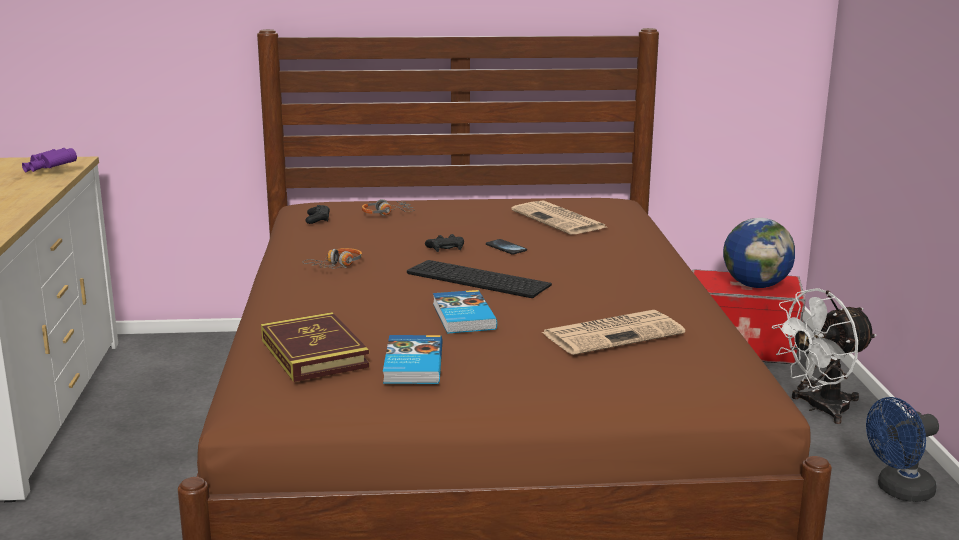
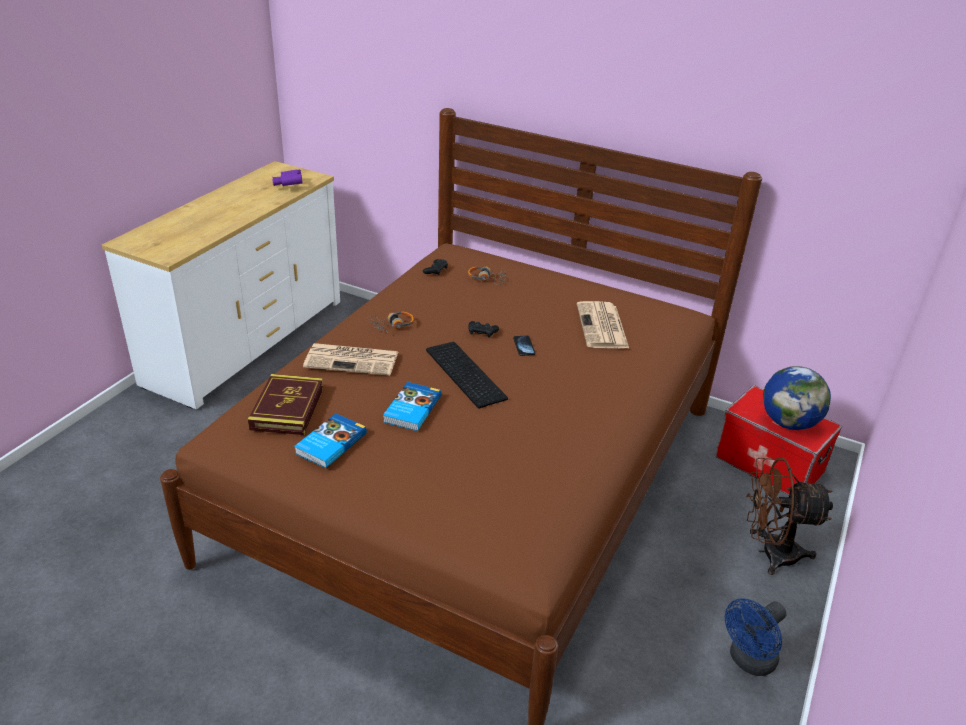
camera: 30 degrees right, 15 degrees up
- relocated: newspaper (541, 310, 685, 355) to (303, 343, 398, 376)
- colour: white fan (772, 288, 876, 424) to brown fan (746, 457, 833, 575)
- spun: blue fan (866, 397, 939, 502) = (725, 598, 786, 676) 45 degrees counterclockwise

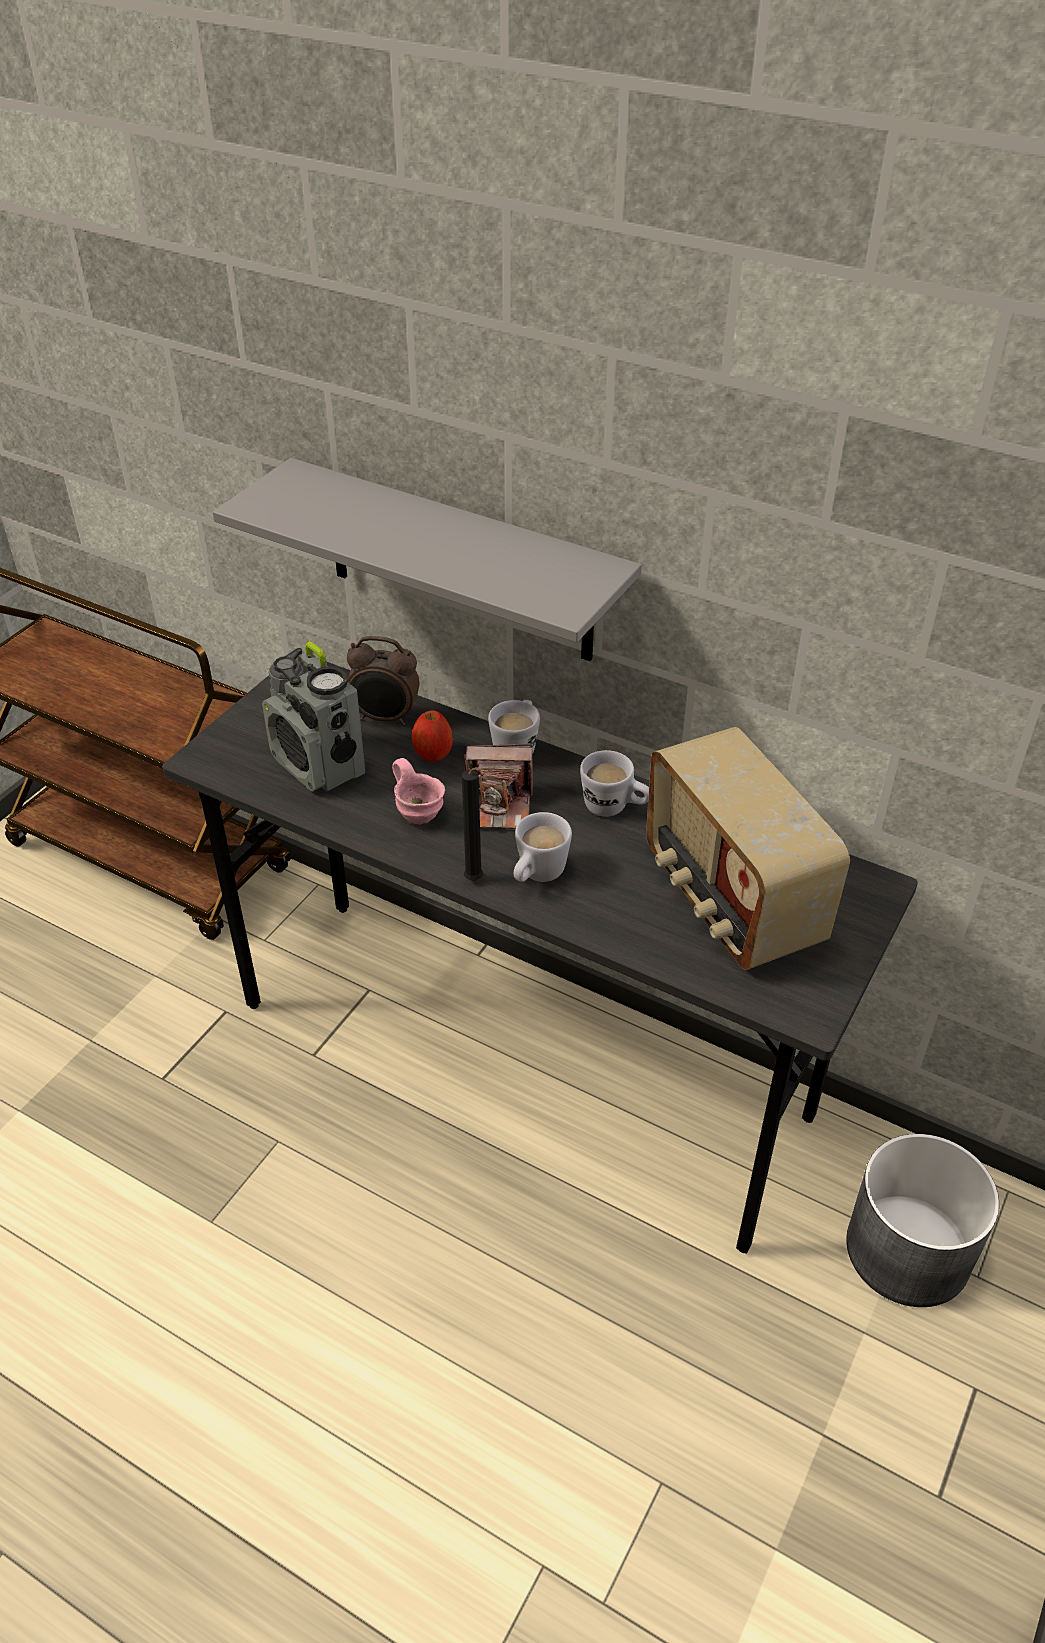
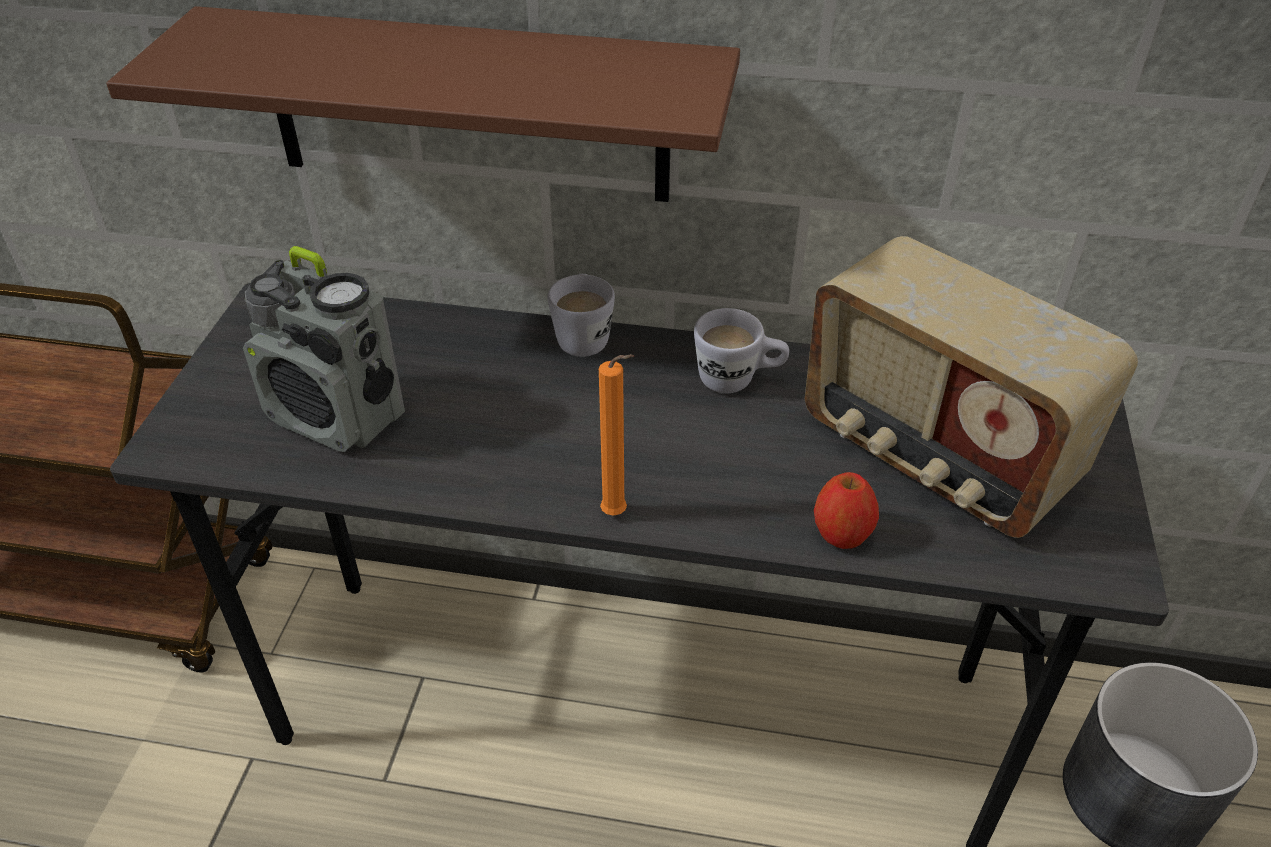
camera: 20 degrees left, 0 degrees up
- colour: grey shelf (213, 458, 642, 661) to brown shelf (106, 6, 740, 202)
- missing: alarm clock (347, 636, 419, 726)
- missing: pink mug (392, 758, 445, 825)
- relocated: apple (412, 710, 453, 762) to (814, 472, 879, 549)
- colour: black candle (462, 767, 483, 880) to orange candle (599, 354, 634, 516)
- missing: photo camera (464, 744, 533, 829)
- missing: white mug (514, 812, 572, 882)

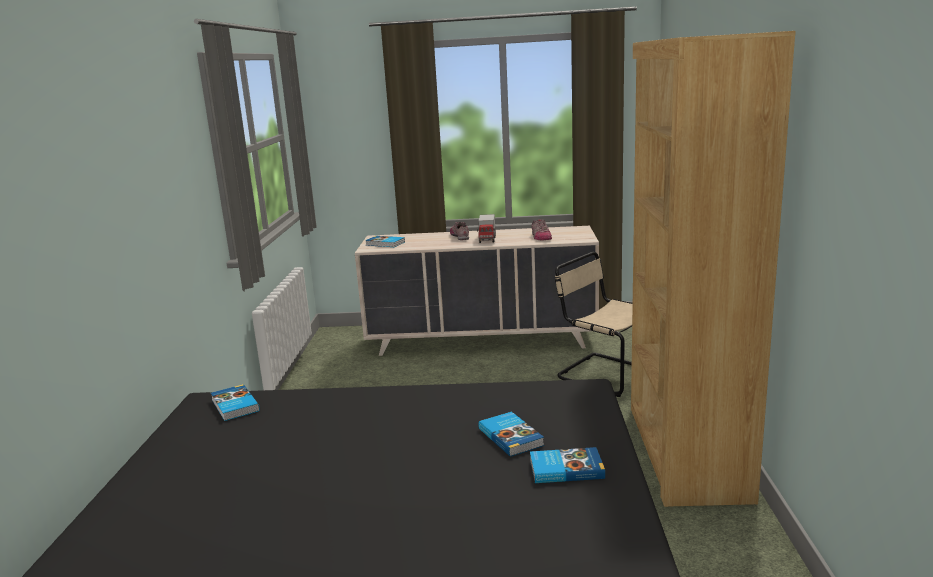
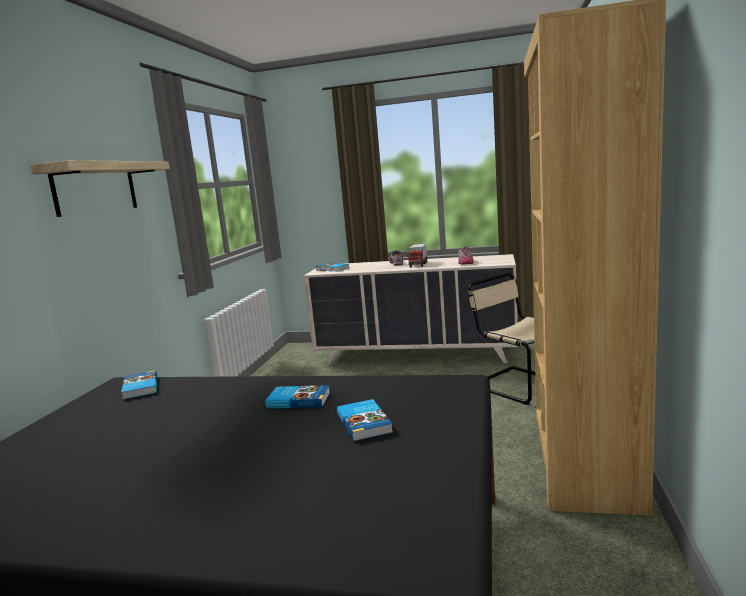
camera: 10 degrees right, 5 degrees down
- relocated: book (530, 447, 605, 483) to (265, 385, 330, 409)
- appeared: shelf (30, 160, 170, 217)

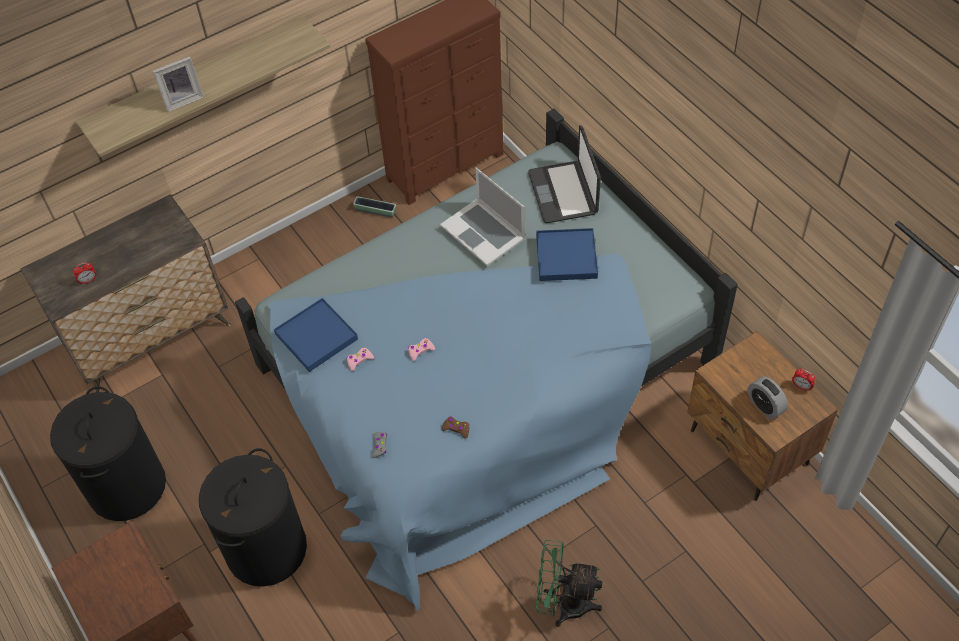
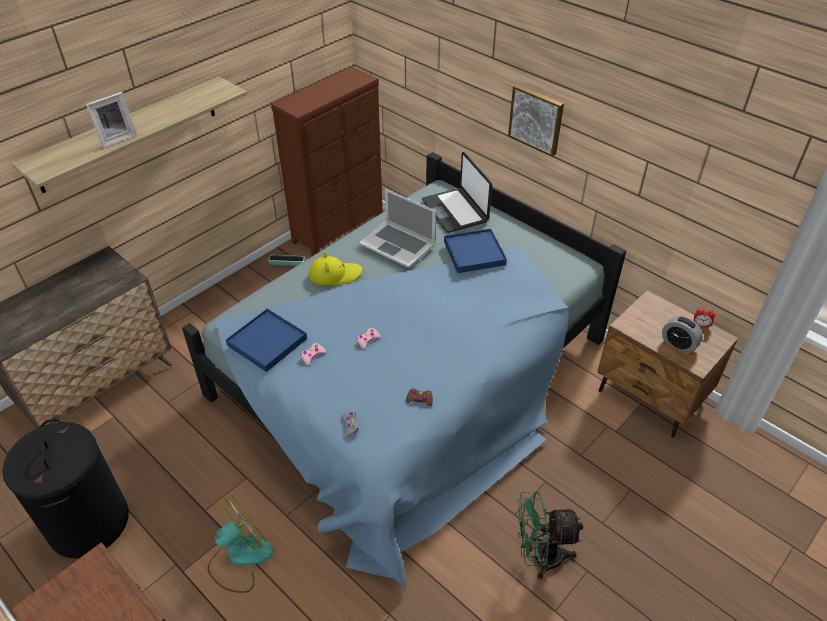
camera: 15 degrees left, 10 degrees down
- missing: alarm clock (73, 263, 96, 285)
- exchanged: black laundry basket (199, 448, 307, 587) to fan (207, 495, 274, 593)
- appeared: yellow hat (309, 252, 362, 285)
- appeared: picture (508, 84, 564, 157)

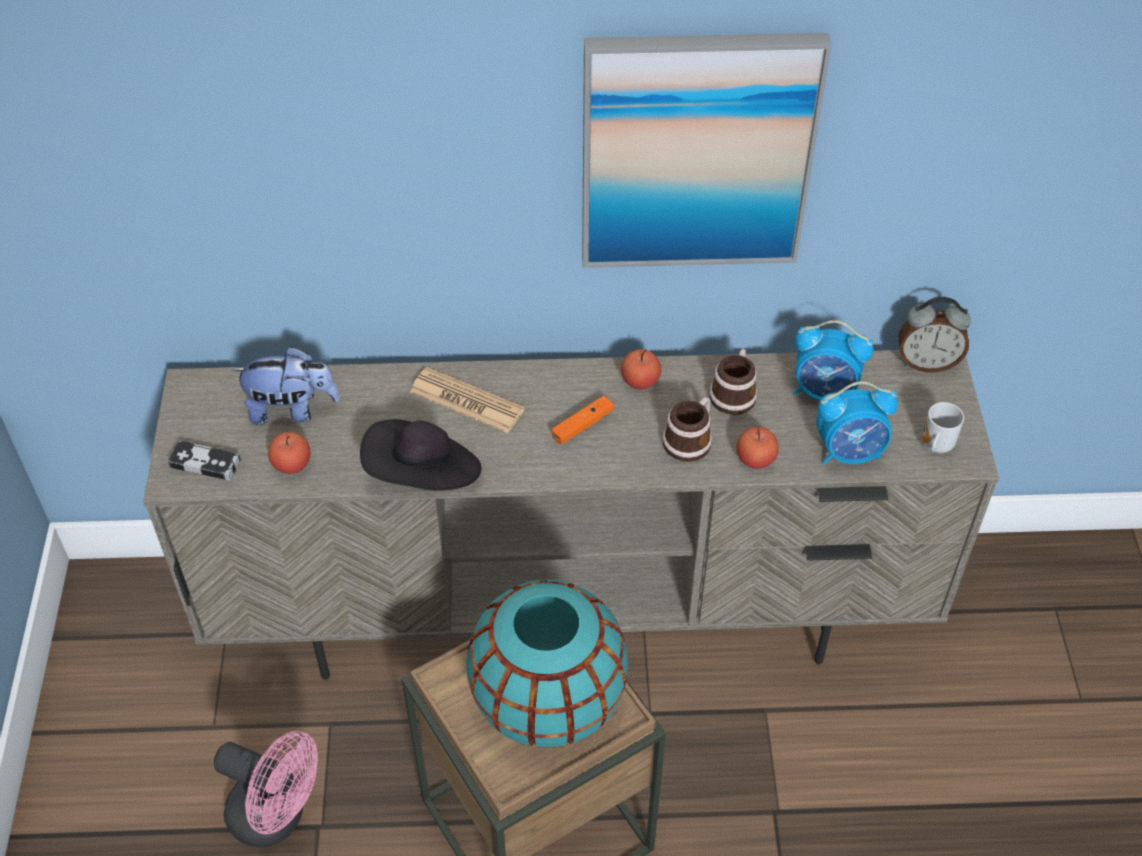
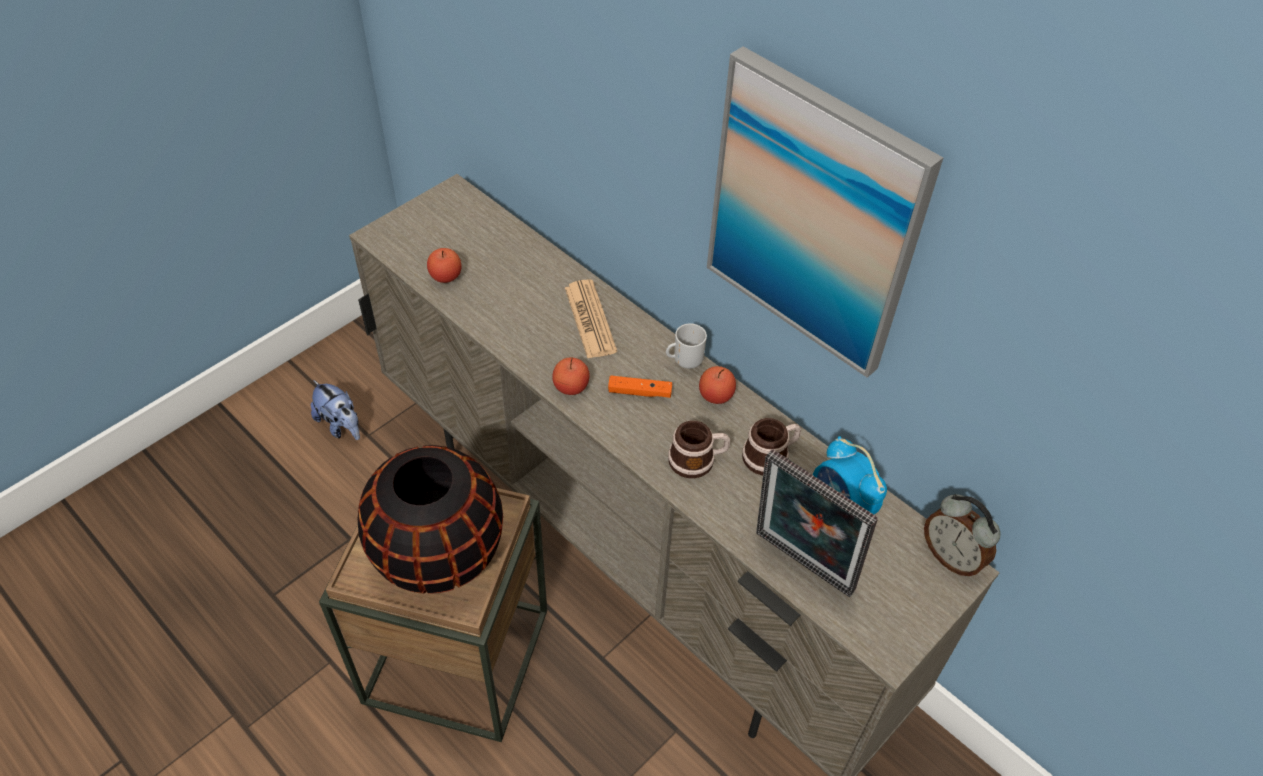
camera: 45 degrees right, 0 degrees up
- missing: game controller (168, 440, 241, 480)
- missing: pink fan (214, 731, 318, 848)
- relocated: plush toy (232, 347, 340, 425) to (311, 380, 360, 440)
- missing: black hat (360, 419, 481, 491)
- colour: turquoise vase (466, 580, 628, 748) to black vase (358, 445, 503, 594)
- relocated: apple (737, 427, 779, 469) to (552, 357, 590, 395)
- exchanged: alarm clock (817, 381, 898, 465) to picture frame (756, 449, 878, 597)
- relocated: mug (922, 402, 964, 453) to (666, 323, 707, 369)

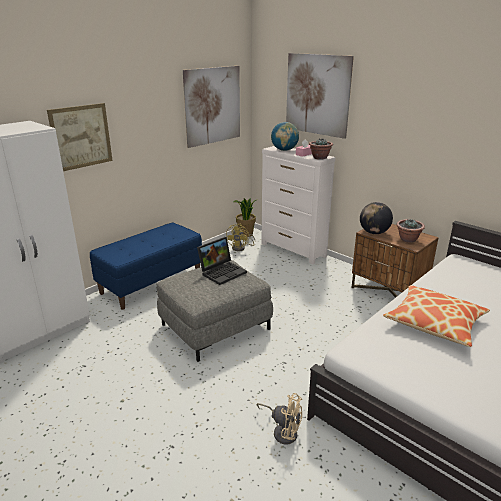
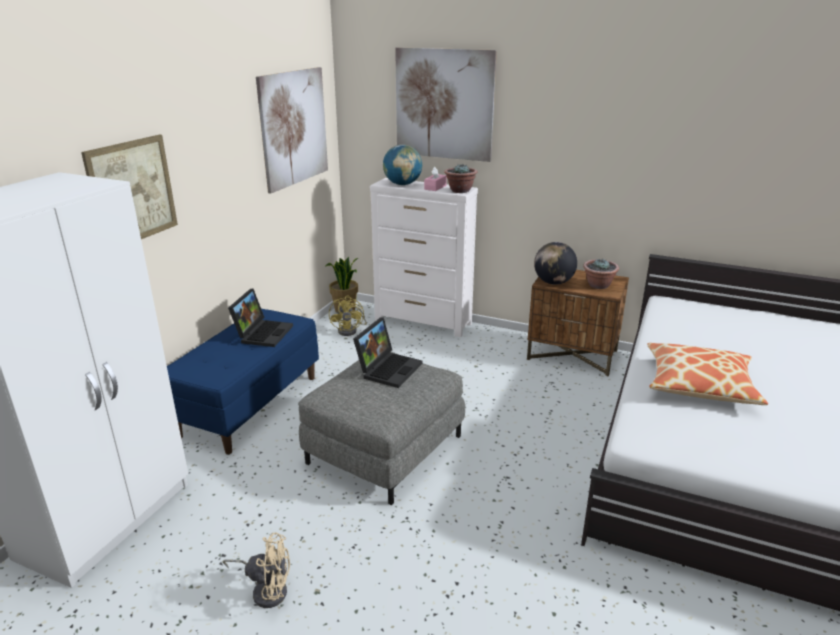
camera: 20 degrees left, 0 degrees up
- relocated: beige fan (257, 393, 302, 445) to (223, 532, 290, 608)
- appeared: laptop (228, 289, 293, 347)

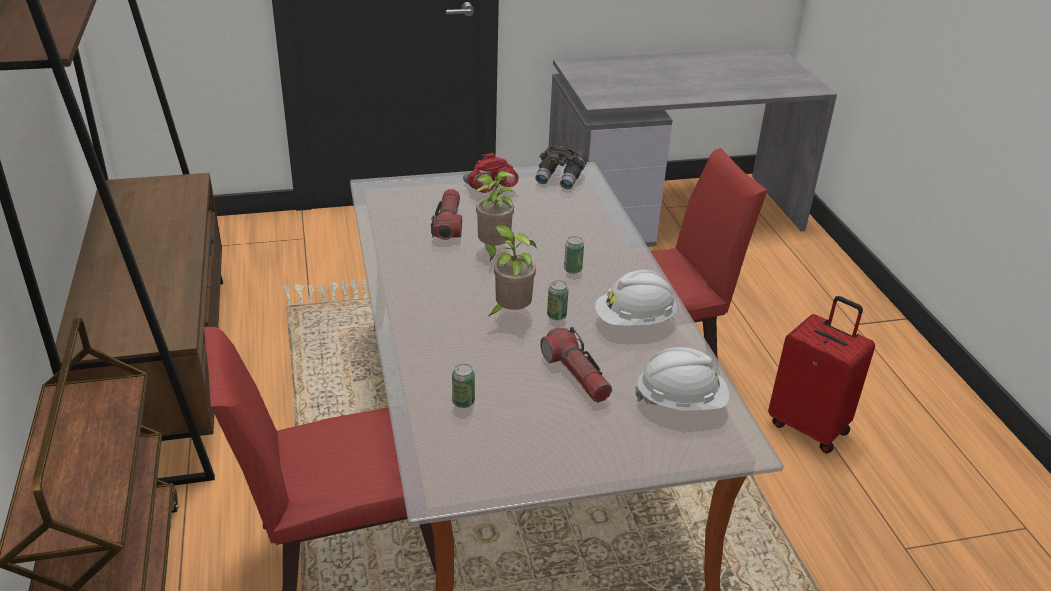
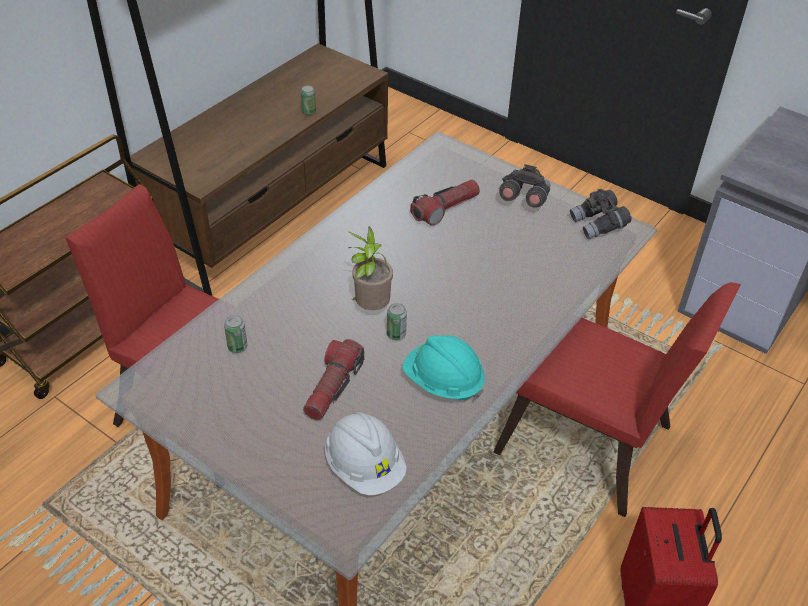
camera: 50 degrees right, 10 degrees up
- colour: red binoculars (463, 153, 519, 193) to grey binoculars (499, 164, 550, 208)
- missing: potted plant (474, 171, 514, 261)
- relocated: can (564, 236, 584, 274) to (301, 85, 316, 115)
- colour: white hard hat (595, 270, 677, 326) to turquoise hard hat (402, 335, 485, 401)

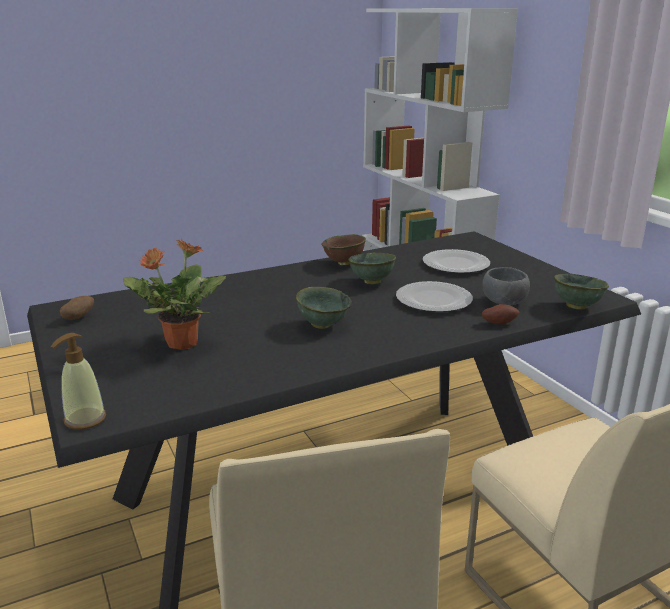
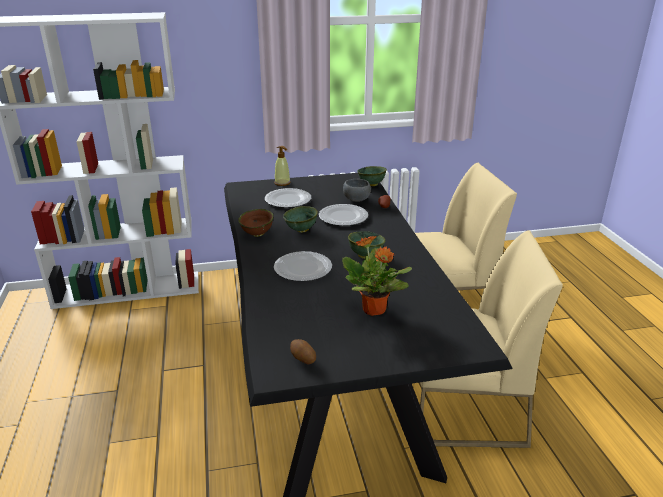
camera: 75 degrees left, 5 degrees up
- relocated: soap dispenser (51, 333, 106, 430) to (274, 146, 291, 186)
- appeared: plate (274, 251, 332, 281)

